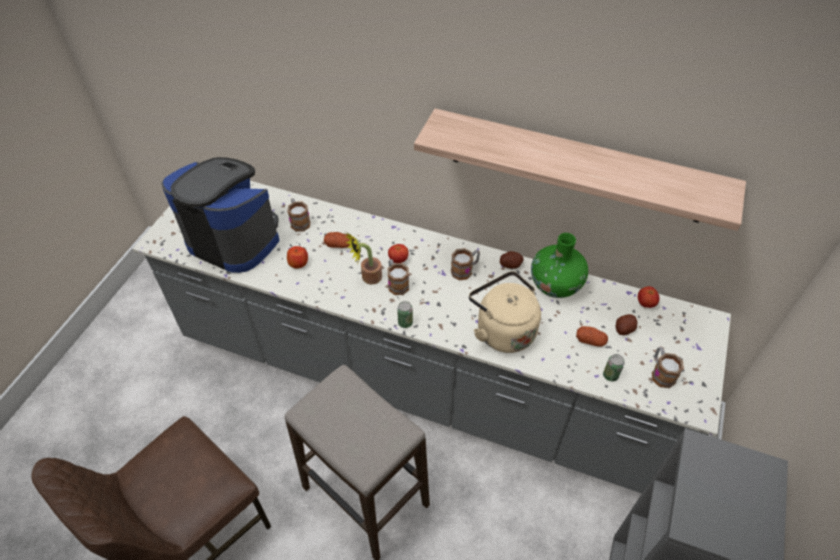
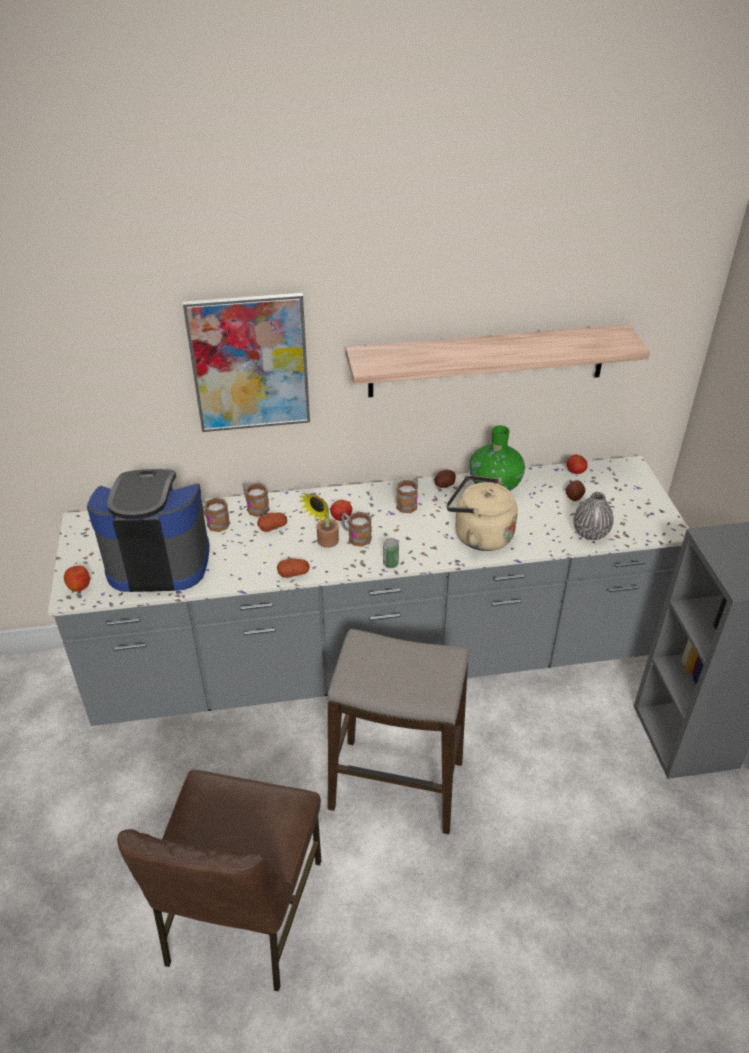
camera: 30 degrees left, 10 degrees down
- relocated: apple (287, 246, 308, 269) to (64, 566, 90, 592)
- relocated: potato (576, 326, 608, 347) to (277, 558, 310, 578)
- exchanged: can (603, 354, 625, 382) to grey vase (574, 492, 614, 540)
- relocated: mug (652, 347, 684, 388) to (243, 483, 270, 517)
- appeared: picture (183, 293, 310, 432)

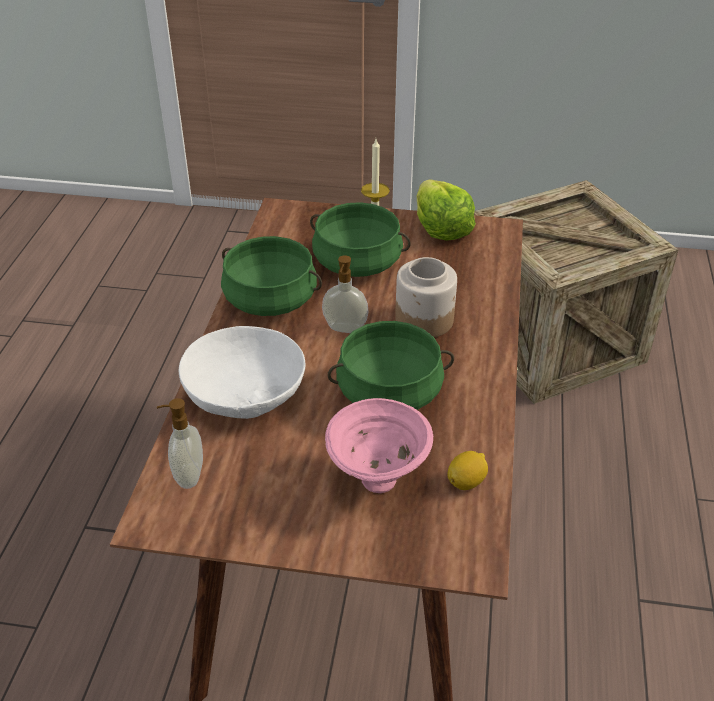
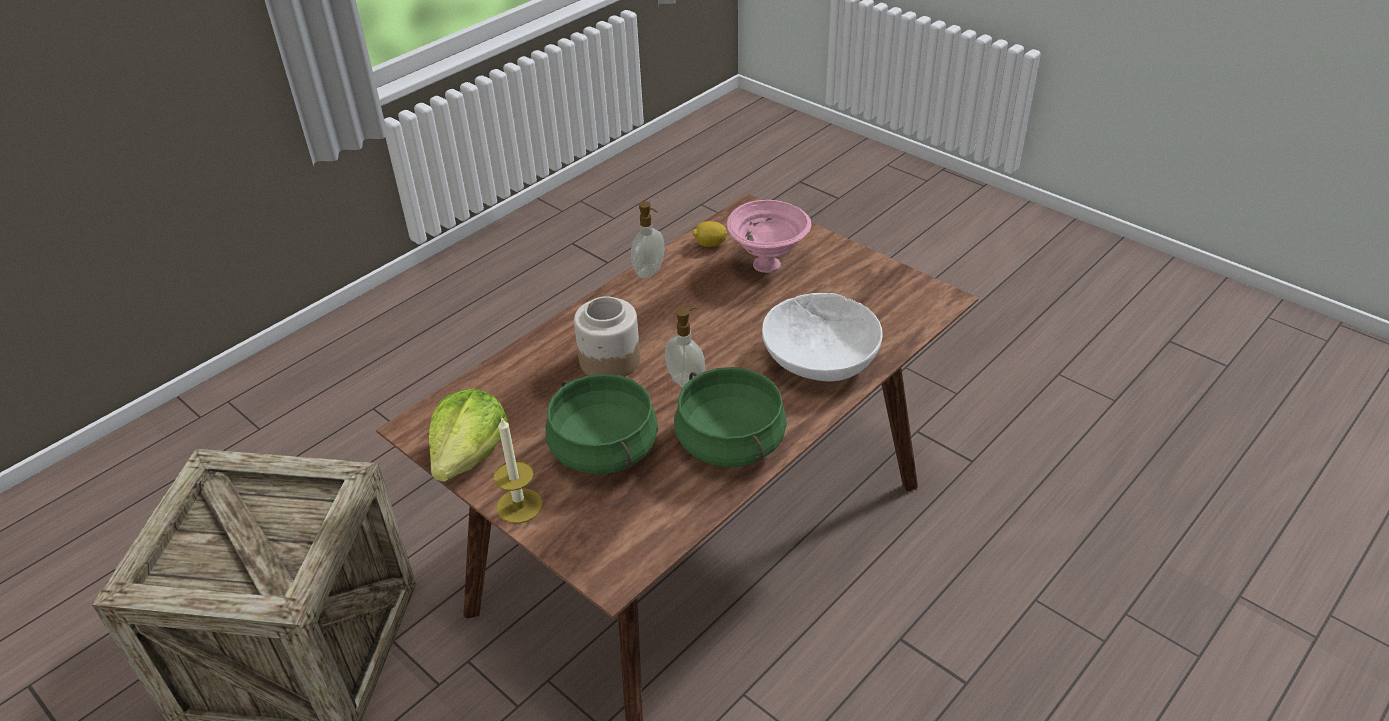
camera: 145 degrees left, 0 degrees up
- relocated: soap dispenser (157, 398, 203, 489) to (631, 201, 665, 278)
- missing: green cooking pot (327, 321, 454, 410)

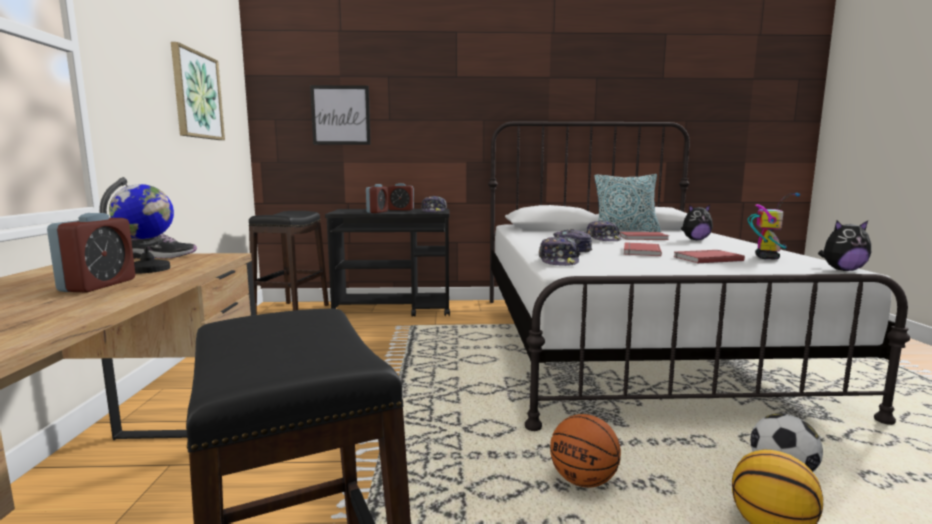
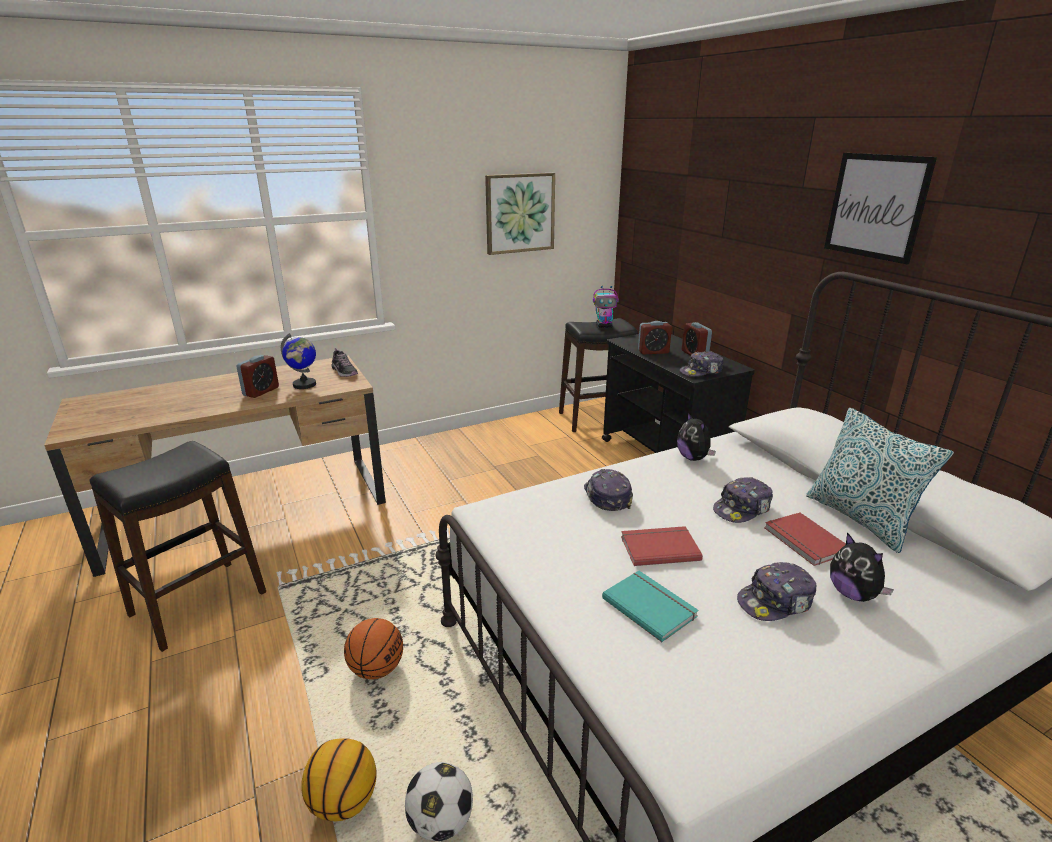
camera: 65 degrees right, 15 degrees up
- spun: alarm clock (47, 213, 135, 293) = (236, 355, 279, 398) 45 degrees counterclockwise
- relocated: picture (310, 85, 371, 145) to (824, 153, 937, 264)
- relocated: cap (539, 236, 580, 266) to (737, 562, 816, 621)
- colour: red book (674, 250, 745, 263) to turquoise book (602, 571, 699, 642)
- relocated: toy robot (747, 193, 800, 260) to (593, 286, 619, 328)
- relocated: plush toy (818, 221, 871, 271) to (677, 413, 716, 461)

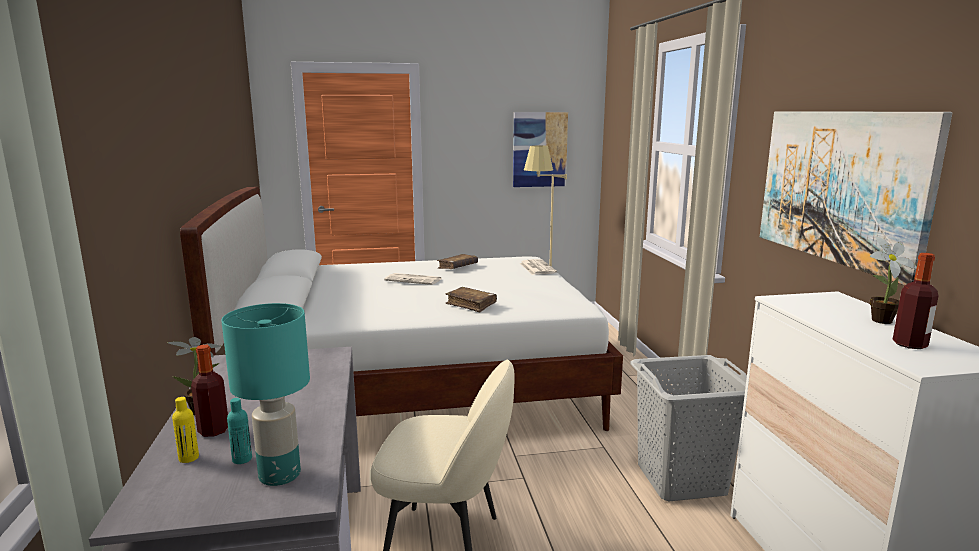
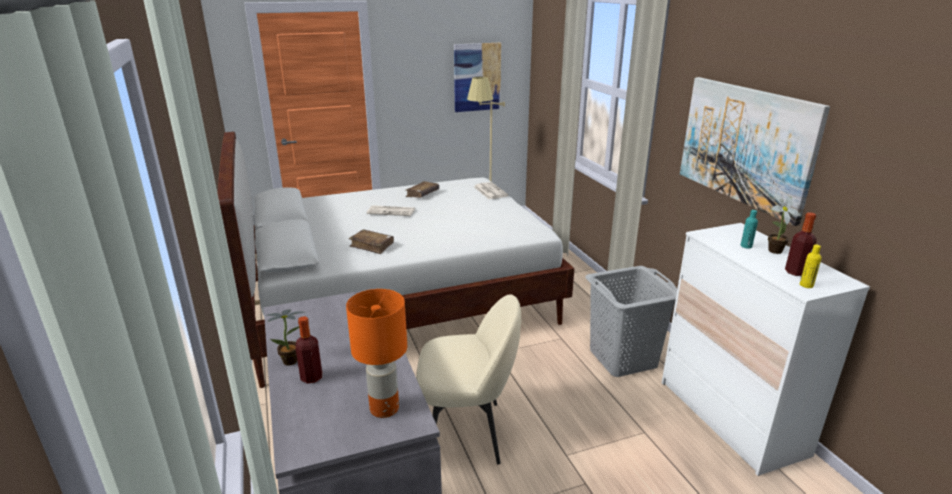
camera: 10 degrees left, 10 degrees up
- relocated: yellow bottle (172, 397, 199, 463) to (800, 245, 821, 288)
- colour: turquoise table lamp (221, 303, 310, 486) to orange table lamp (346, 289, 407, 418)
- relocated: turquoise bottle (227, 398, 252, 464) to (741, 210, 758, 249)
- relocated: brown book (445, 287, 497, 312) to (349, 229, 394, 254)

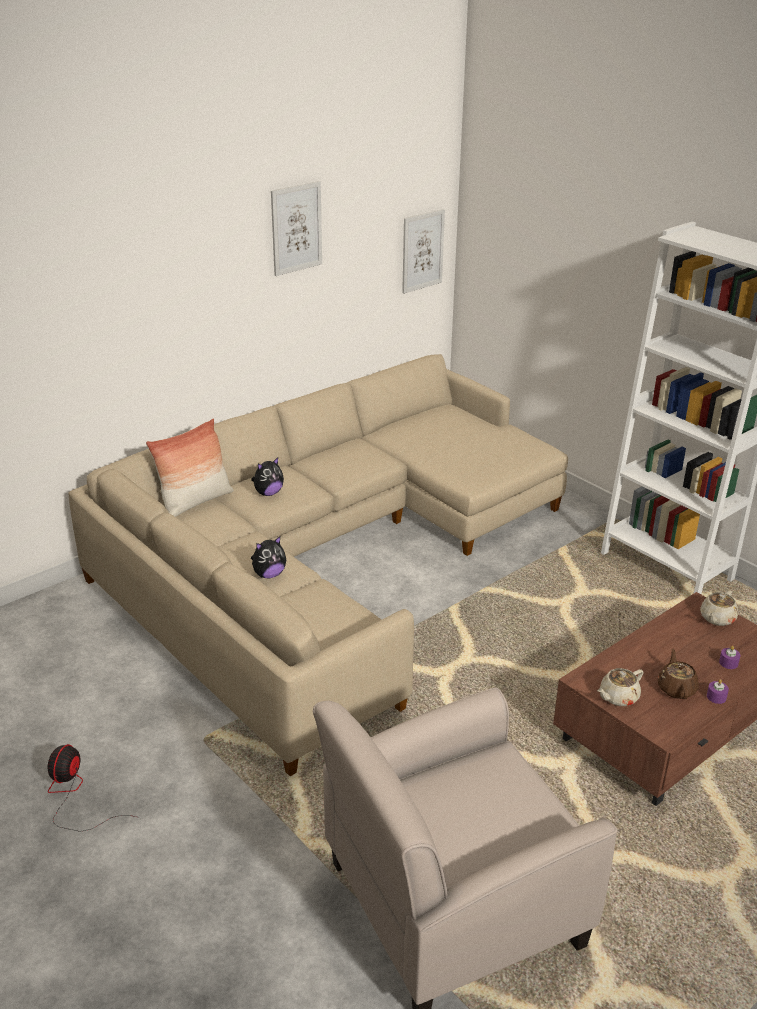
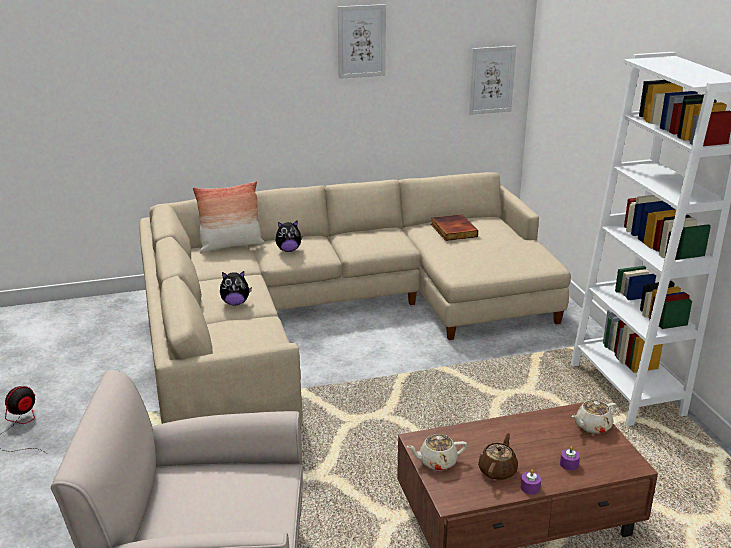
camera: 25 degrees right, 5 degrees down
- appeared: book (431, 214, 478, 241)

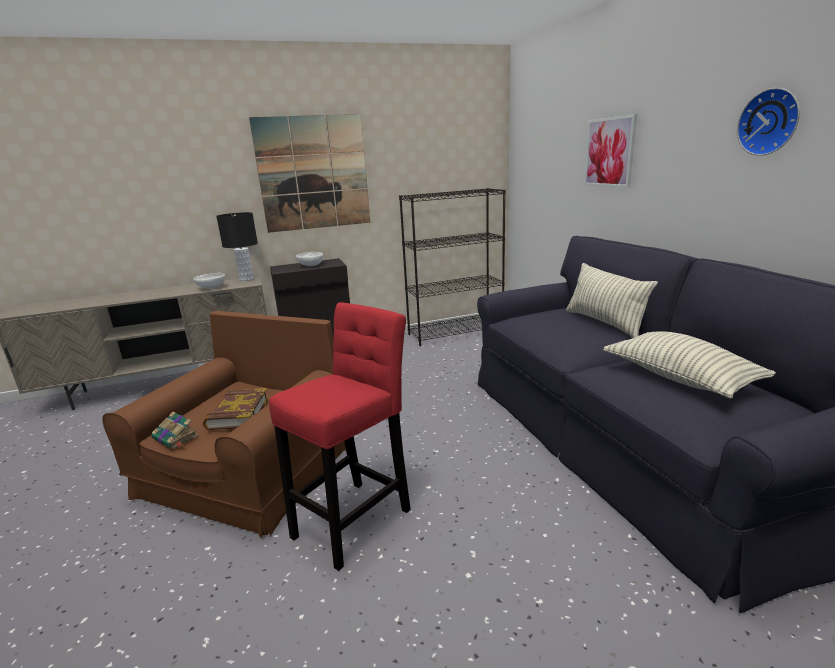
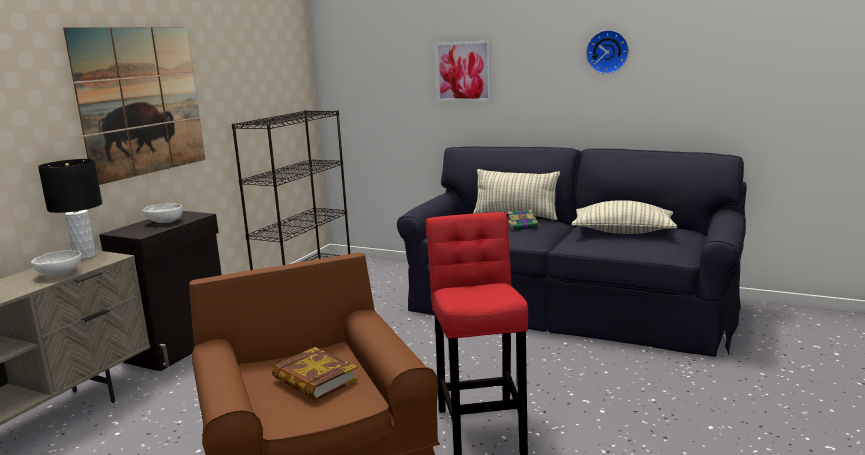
camera: 45 degrees left, 5 degrees down
- relocated: book (151, 411, 198, 449) to (508, 209, 540, 230)

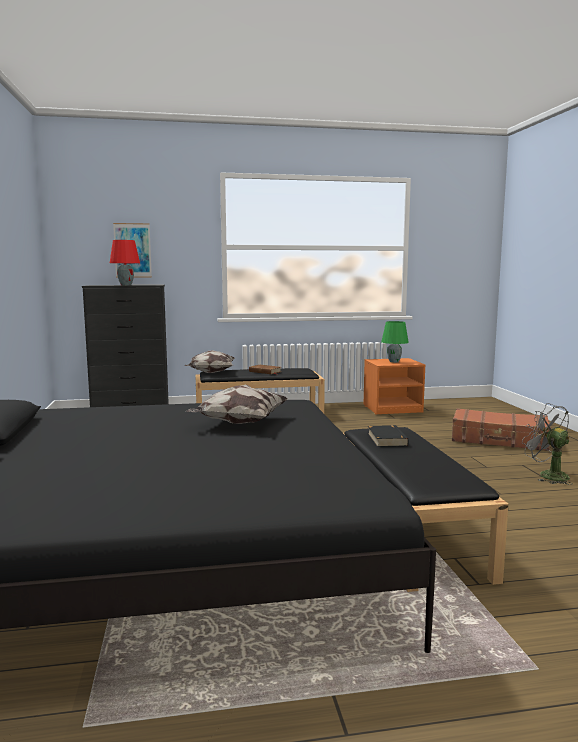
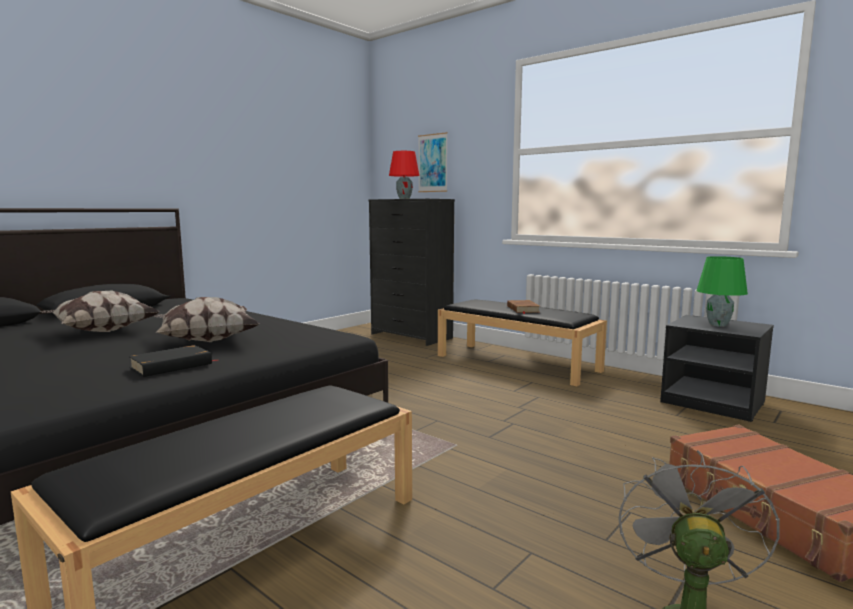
camera: 50 degrees right, 0 degrees up
- relocated: pillow (184, 350, 235, 373) to (40, 290, 160, 332)
- colour: orange nightstand (364, 358, 426, 414) to black nightstand (660, 315, 774, 422)
- relocated: black book (367, 425, 409, 447) to (128, 345, 218, 377)

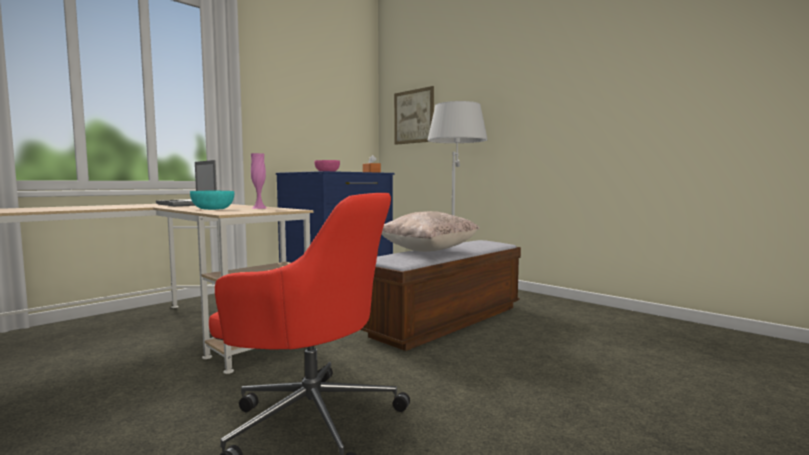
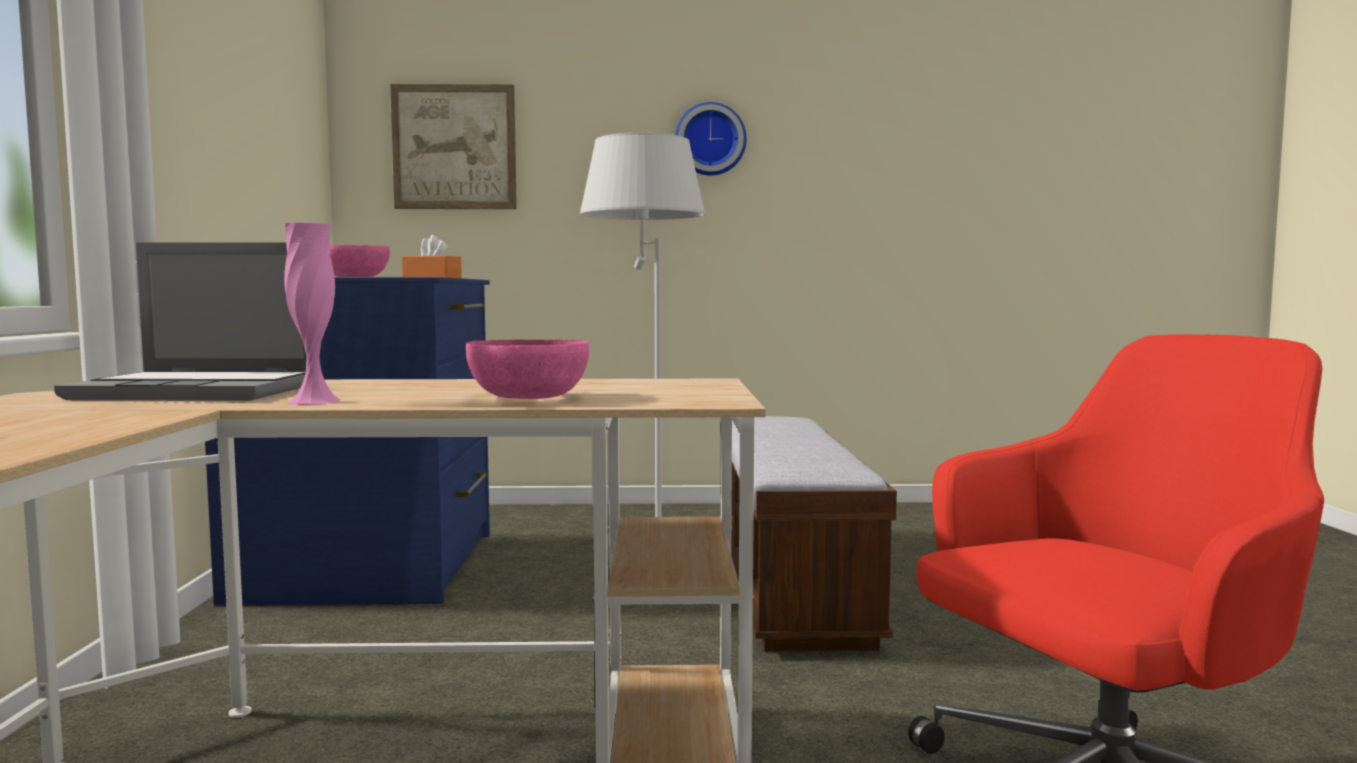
camera: 45 degrees left, 0 degrees up
- colour: turquoise bowl (190, 190, 234, 210) to pink bowl (466, 339, 589, 399)
- relocated: pink vase (251, 153, 267, 209) to (284, 223, 341, 404)
- missing: beige pillow (381, 211, 480, 252)
- appeared: wall clock (675, 102, 747, 176)

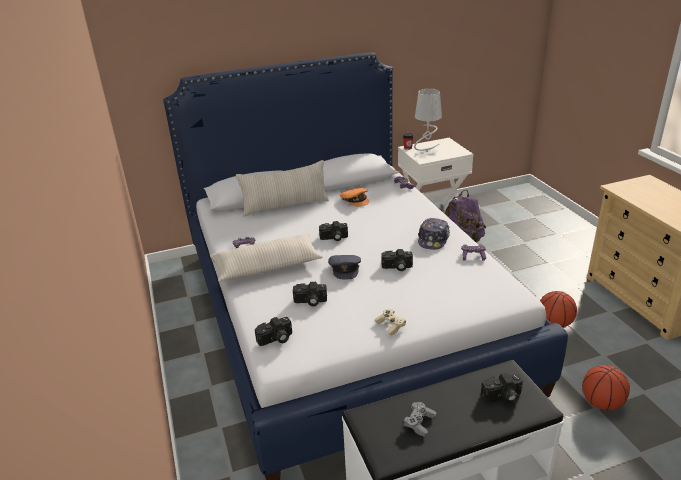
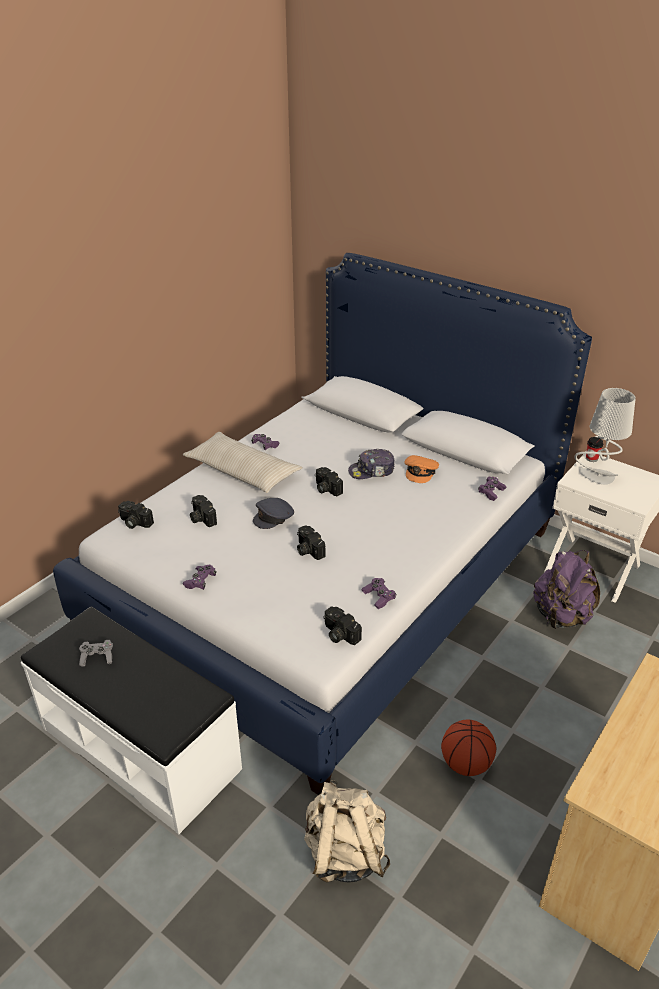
camera: 55 degrees right, 5 degrees up
- missing: beige pillow (236, 160, 329, 217)
- colour: beige game controller (375, 309, 406, 336) to purple game controller (183, 565, 217, 590)
- relocated: cap (418, 218, 450, 250) to (348, 449, 395, 479)
- relocated: photo camera (481, 373, 523, 404) to (323, 606, 362, 645)
- exchanged: basketball (582, 365, 630, 410) to beige backpack (304, 780, 390, 883)

